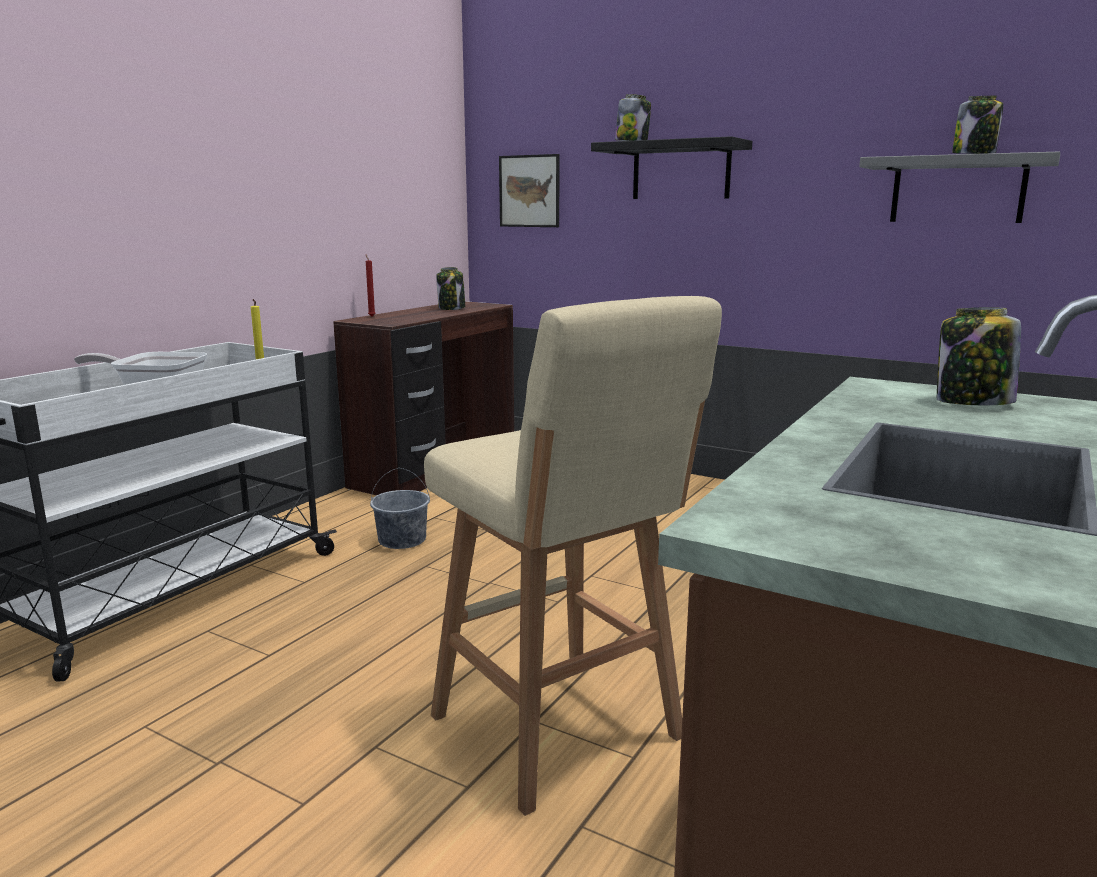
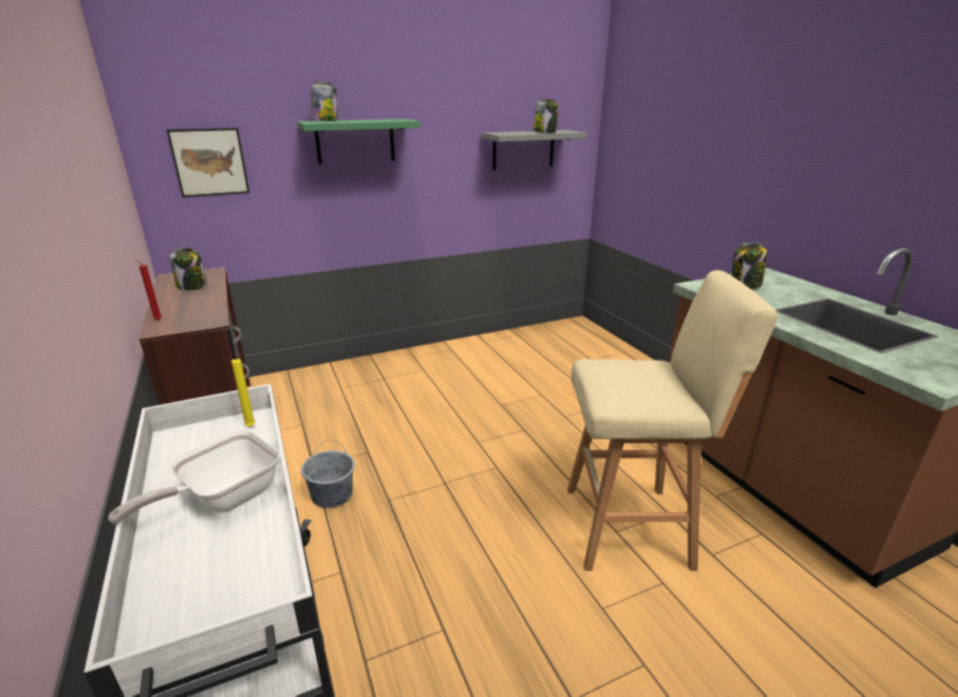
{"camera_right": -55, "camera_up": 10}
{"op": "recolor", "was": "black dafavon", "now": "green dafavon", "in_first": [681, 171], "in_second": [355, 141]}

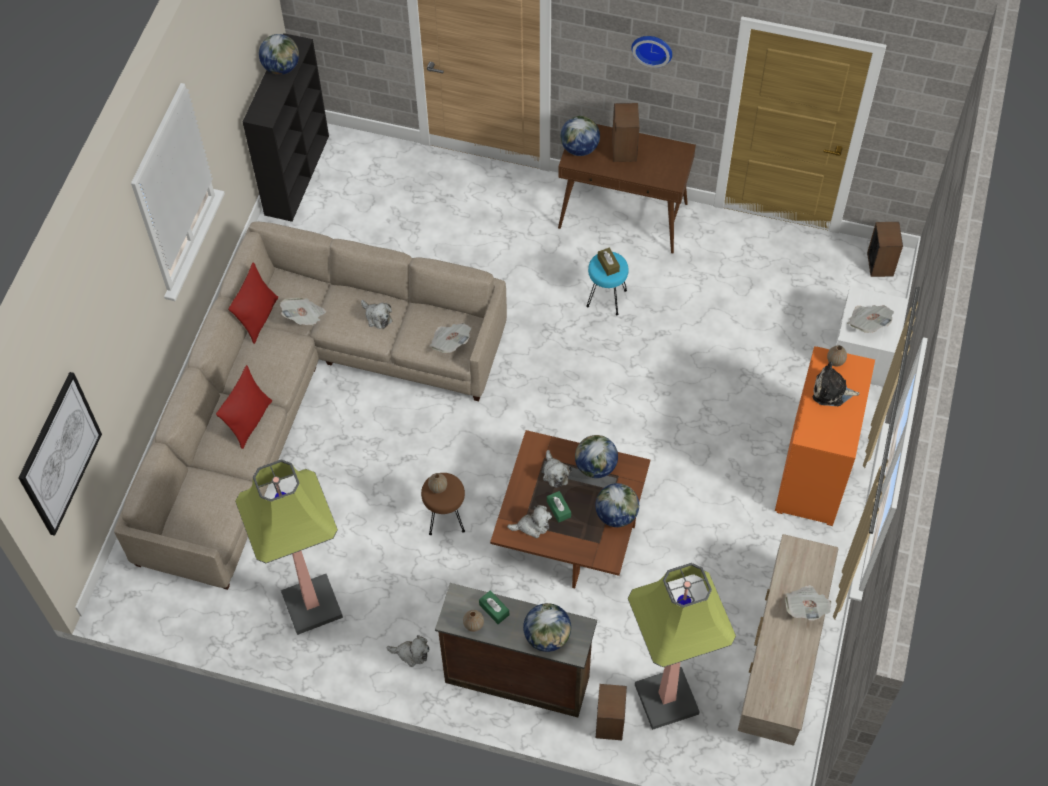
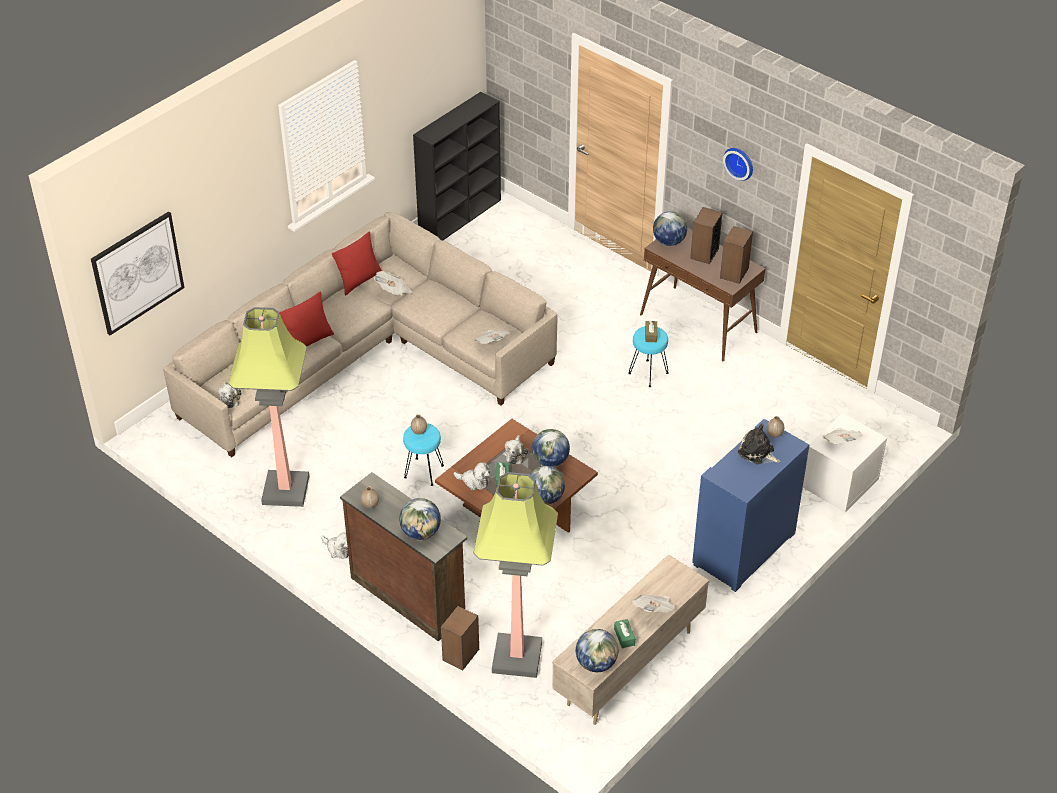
{"camera_right": 25, "camera_up": -15}
{"op": "move", "was": "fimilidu", "in_first": [281, 67], "in_second": [596, 663]}
{"op": "move", "was": "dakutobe", "in_first": [880, 264], "in_second": [734, 273]}
{"op": "move", "was": "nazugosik", "in_first": [377, 317], "in_second": [228, 398]}
{"op": "recolor", "was": "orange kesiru", "now": "blue kesiru", "in_first": [814, 472], "in_second": [744, 549]}
{"op": "recolor", "was": "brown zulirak", "now": "turquoise zulirak", "in_first": [445, 518], "in_second": [423, 472]}
{"op": "move", "was": "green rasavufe", "in_first": [494, 609], "in_second": [624, 637]}

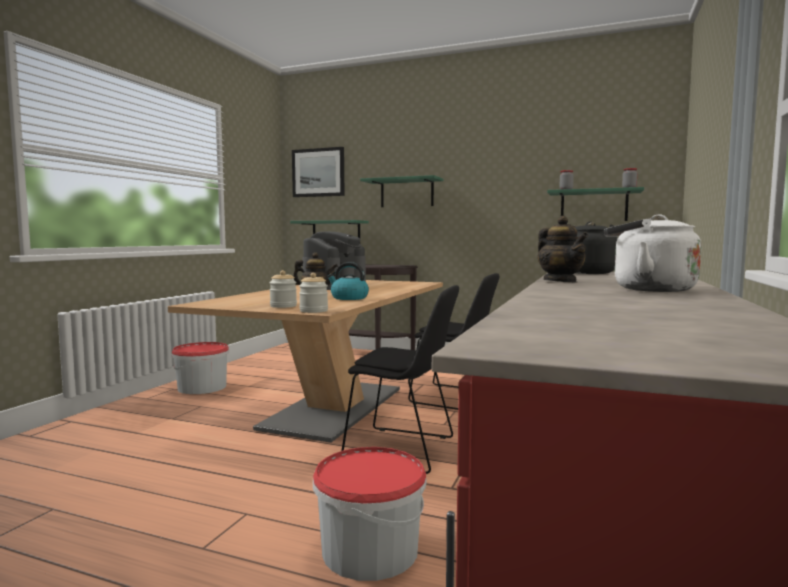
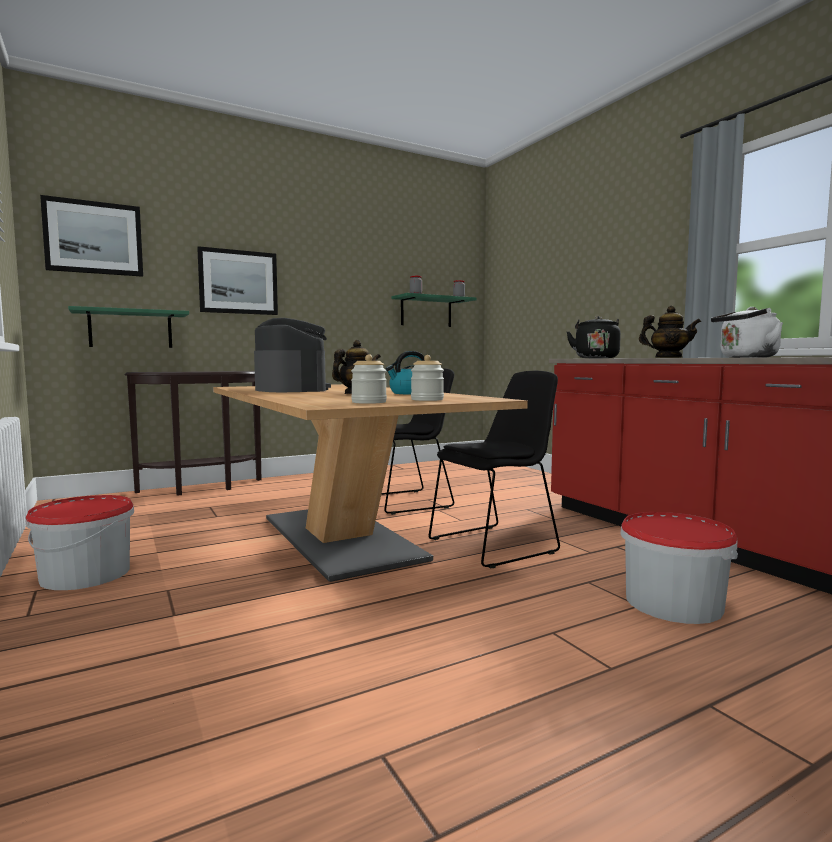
{"camera_right": -50, "camera_up": 0}
{"op": "replace", "was": "green dafavon", "now": "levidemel", "in_first": [407, 193], "in_second": [238, 282]}
{"op": "move", "was": "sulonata", "in_first": [313, 311], "in_second": [369, 402]}

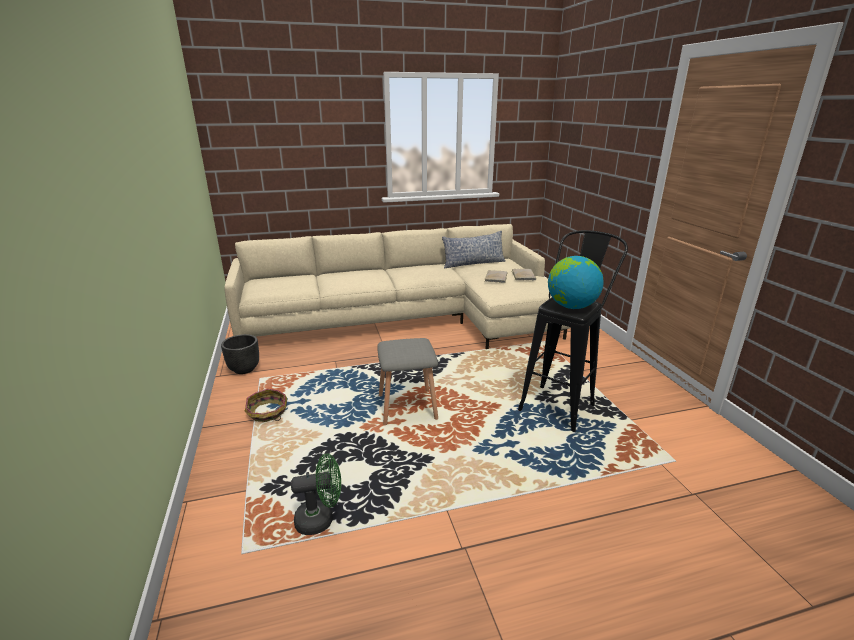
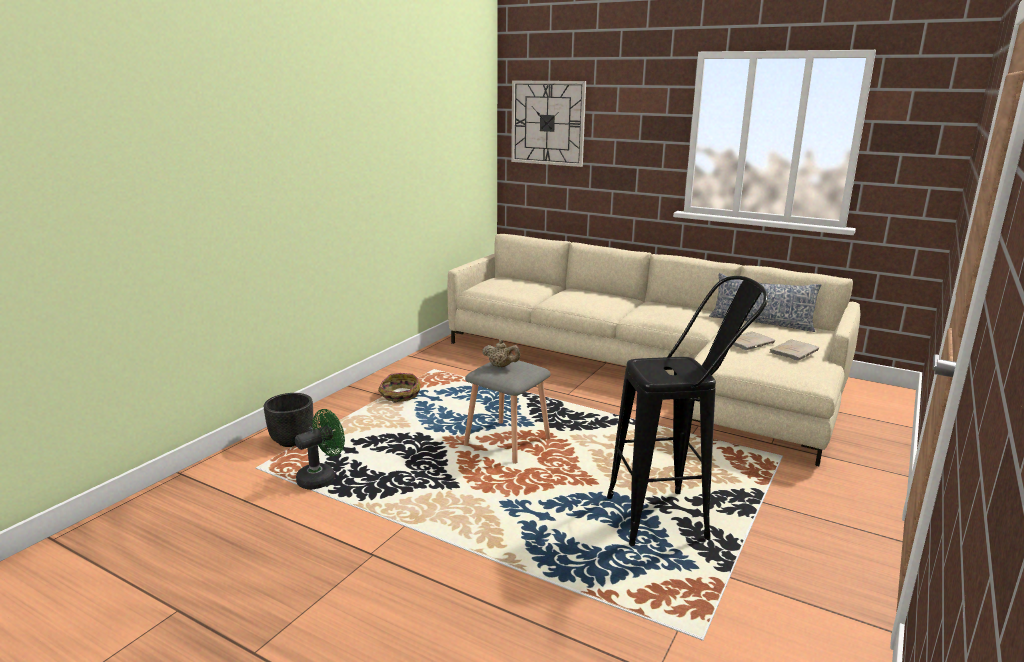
{"camera_right": 45, "camera_up": -5}
{"op": "delete", "was": "fimilidu", "in_first": [571, 306]}
{"op": "move", "was": "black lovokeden", "in_first": [244, 369], "in_second": [292, 440]}
{"op": "rotate", "was": "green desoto", "in_first": [321, 519], "in_second": [322, 477], "clockwise": -75}
{"op": "insert", "now": "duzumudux", "in_second": [548, 123]}
{"op": "insert", "now": "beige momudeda", "in_second": [501, 366]}

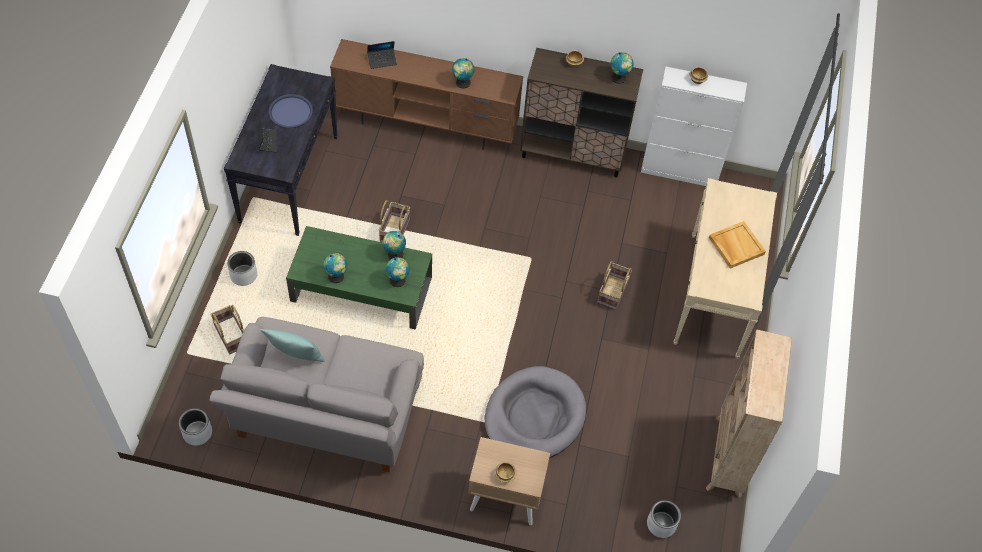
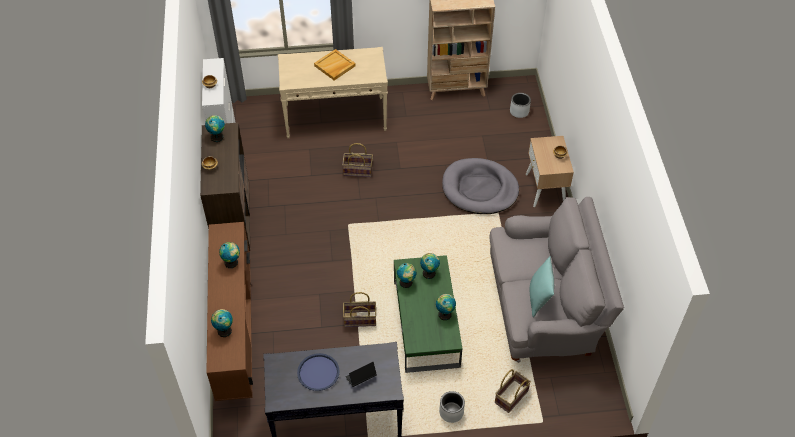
{"camera_right": -105, "camera_up": -5}
{"op": "replace", "was": "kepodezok", "now": "fimilidu", "in_first": [382, 60], "in_second": [224, 330]}
{"op": "delete", "was": "grey lovokeden", "in_first": [197, 433]}

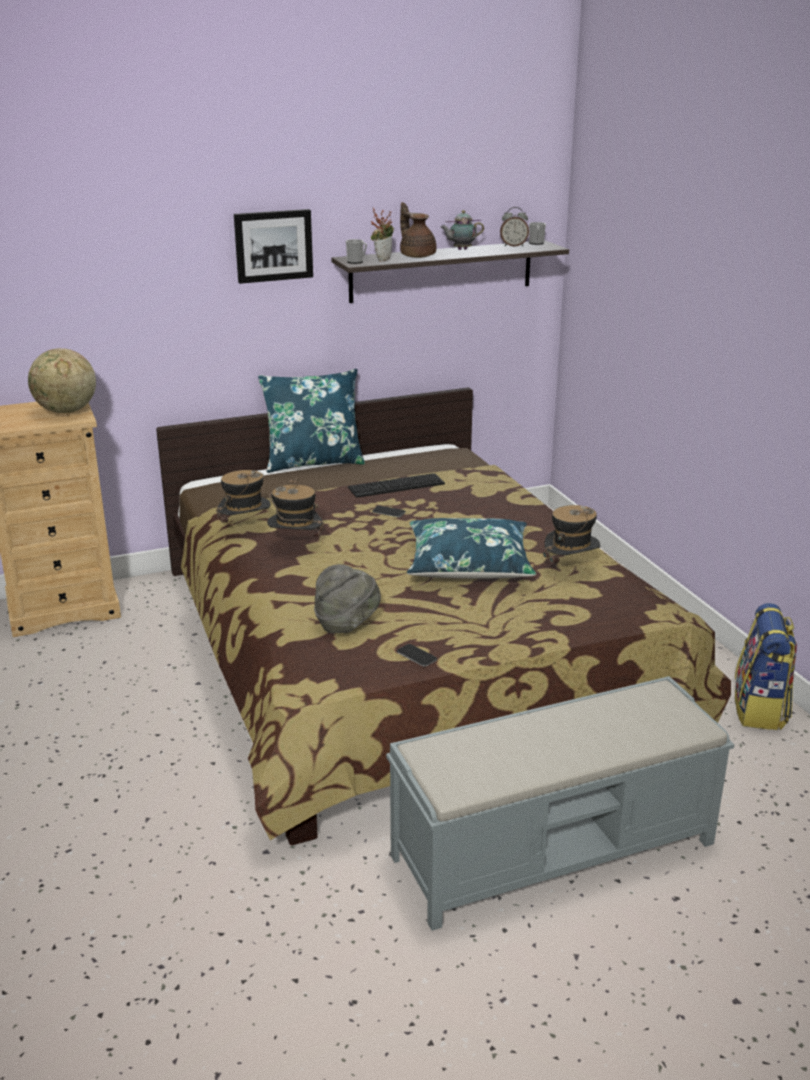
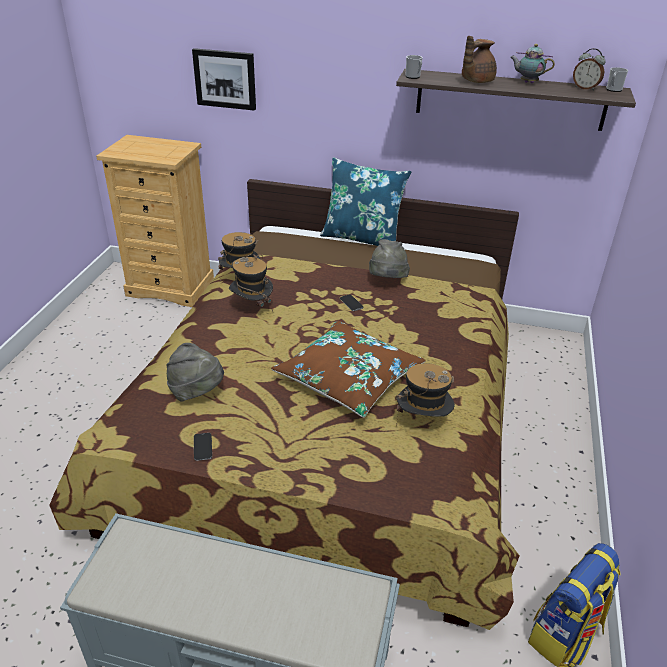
{"camera_right": 35, "camera_up": 10}
{"op": "rotate", "was": "brown momudeda", "in_first": [417, 256], "in_second": [475, 81], "clockwise": -135}
{"op": "delete", "was": "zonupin", "in_first": [382, 259]}
{"op": "move", "was": "levidemel", "in_first": [273, 245], "in_second": [225, 79]}
{"op": "delete", "was": "fimilidu", "in_first": [66, 411]}
{"op": "replace", "was": "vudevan", "now": "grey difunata", "in_first": [396, 485], "in_second": [387, 281]}
{"op": "recolor", "was": "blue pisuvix", "now": "brown pisuvix", "in_first": [469, 564], "in_second": [348, 378]}

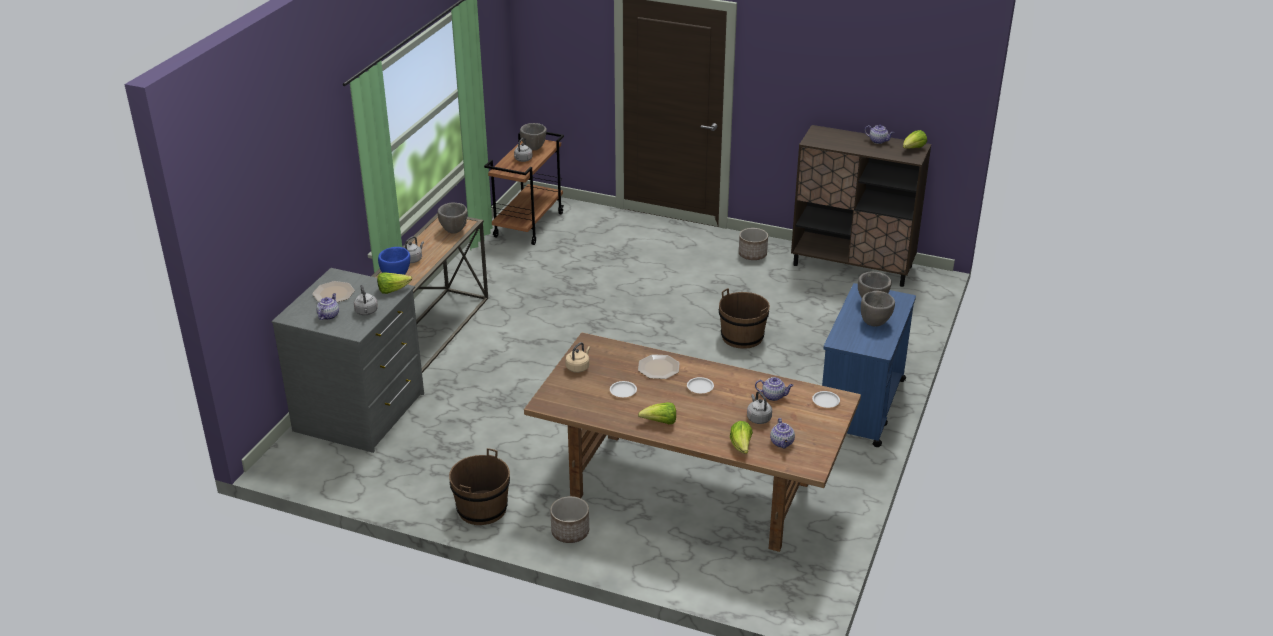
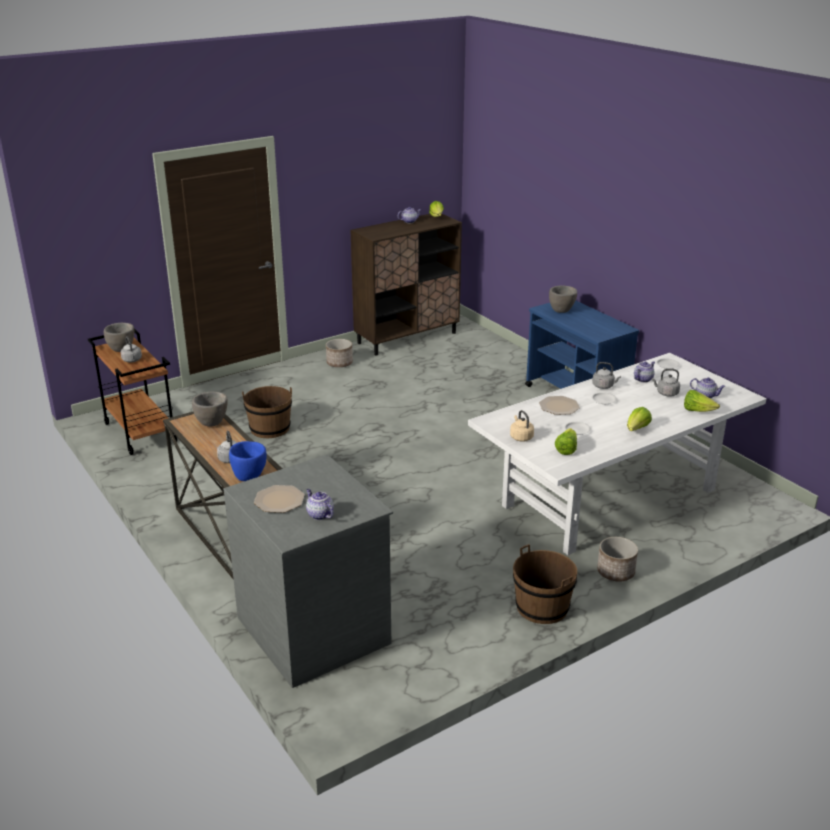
{"camera_right": -55, "camera_up": -5}
{"op": "move", "was": "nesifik", "in_first": [392, 290], "in_second": [566, 449]}
{"op": "move", "was": "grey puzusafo", "in_first": [366, 312], "in_second": [604, 386]}
{"op": "move", "was": "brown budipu", "in_first": [742, 337], "in_second": [270, 428]}
{"op": "delete", "was": "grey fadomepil", "in_first": [875, 322]}
{"op": "recolor", "was": "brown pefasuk", "now": "white pefasuk", "in_first": [692, 490], "in_second": [610, 497]}

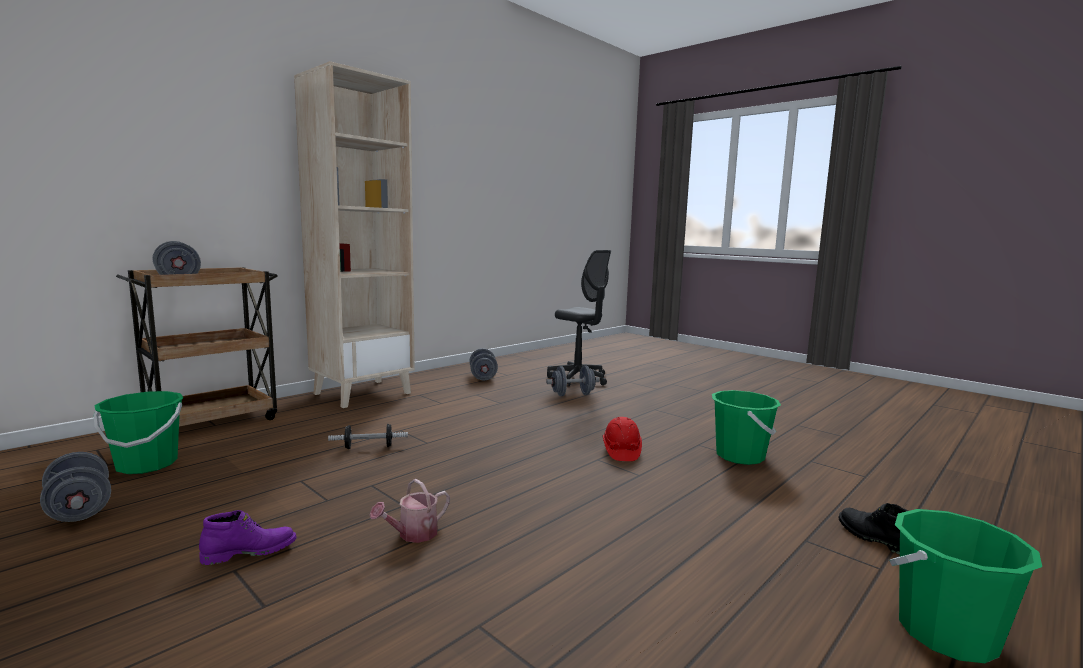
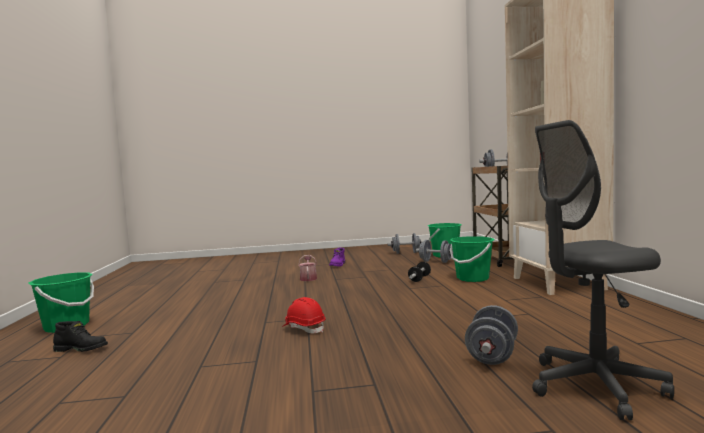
{"camera_right": 130, "camera_up": -5}
{"op": "move", "was": "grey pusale", "in_first": [483, 377], "in_second": [436, 262]}
{"op": "move", "was": "green budipu", "in_first": [740, 456], "in_second": [472, 278]}

